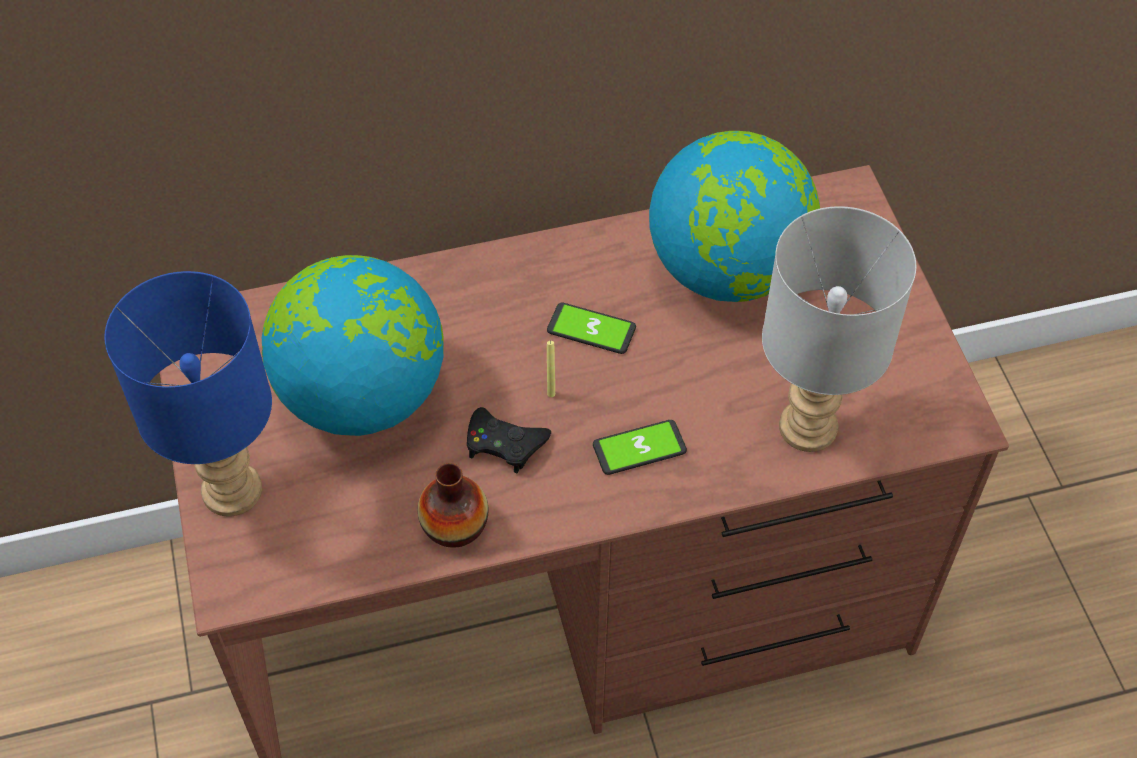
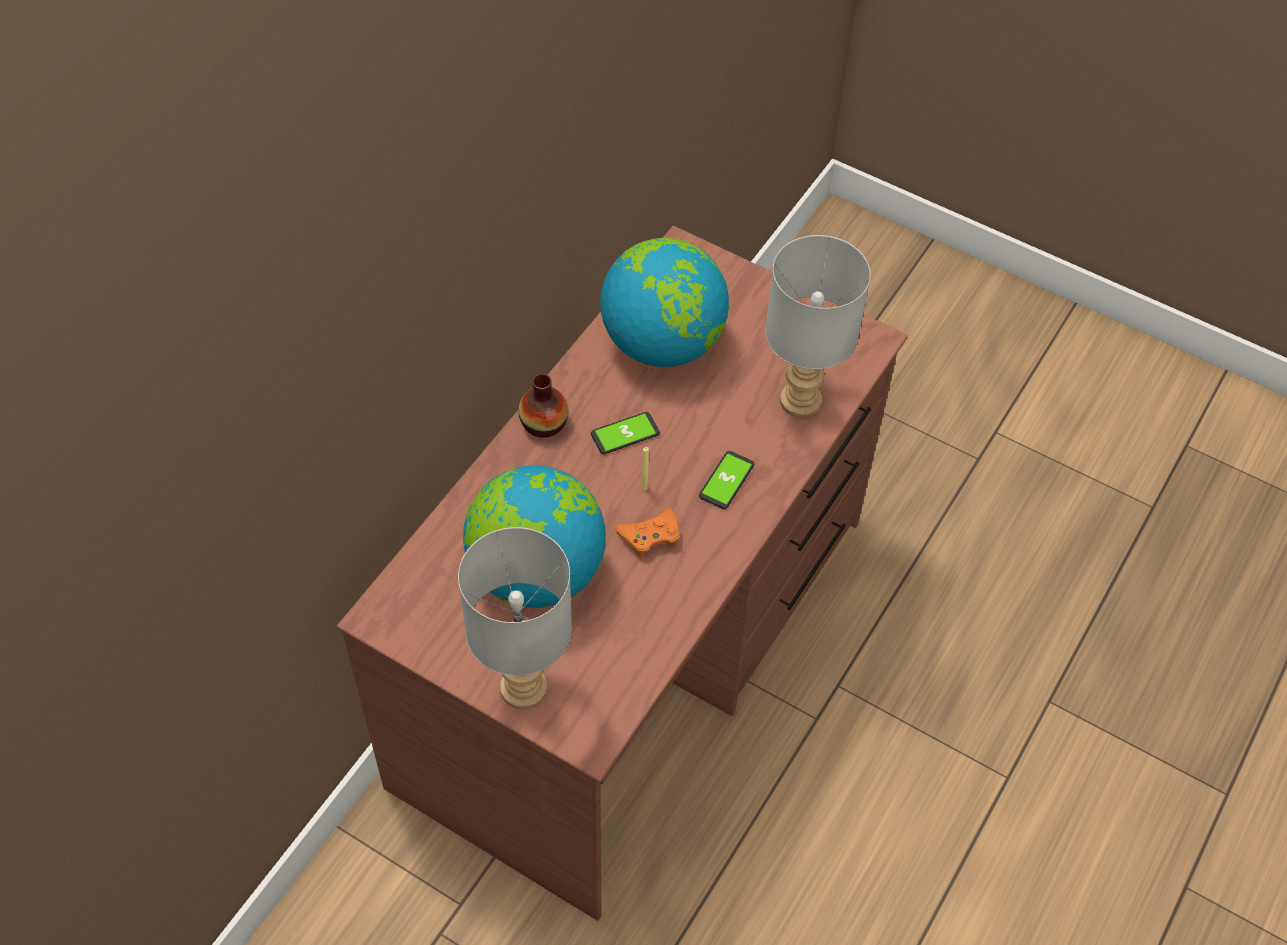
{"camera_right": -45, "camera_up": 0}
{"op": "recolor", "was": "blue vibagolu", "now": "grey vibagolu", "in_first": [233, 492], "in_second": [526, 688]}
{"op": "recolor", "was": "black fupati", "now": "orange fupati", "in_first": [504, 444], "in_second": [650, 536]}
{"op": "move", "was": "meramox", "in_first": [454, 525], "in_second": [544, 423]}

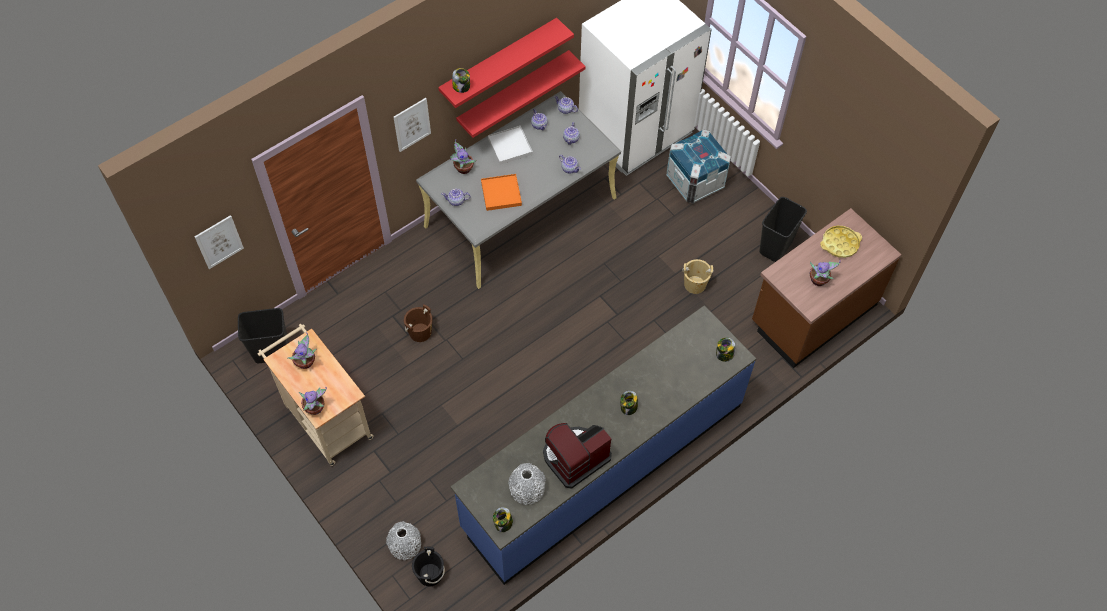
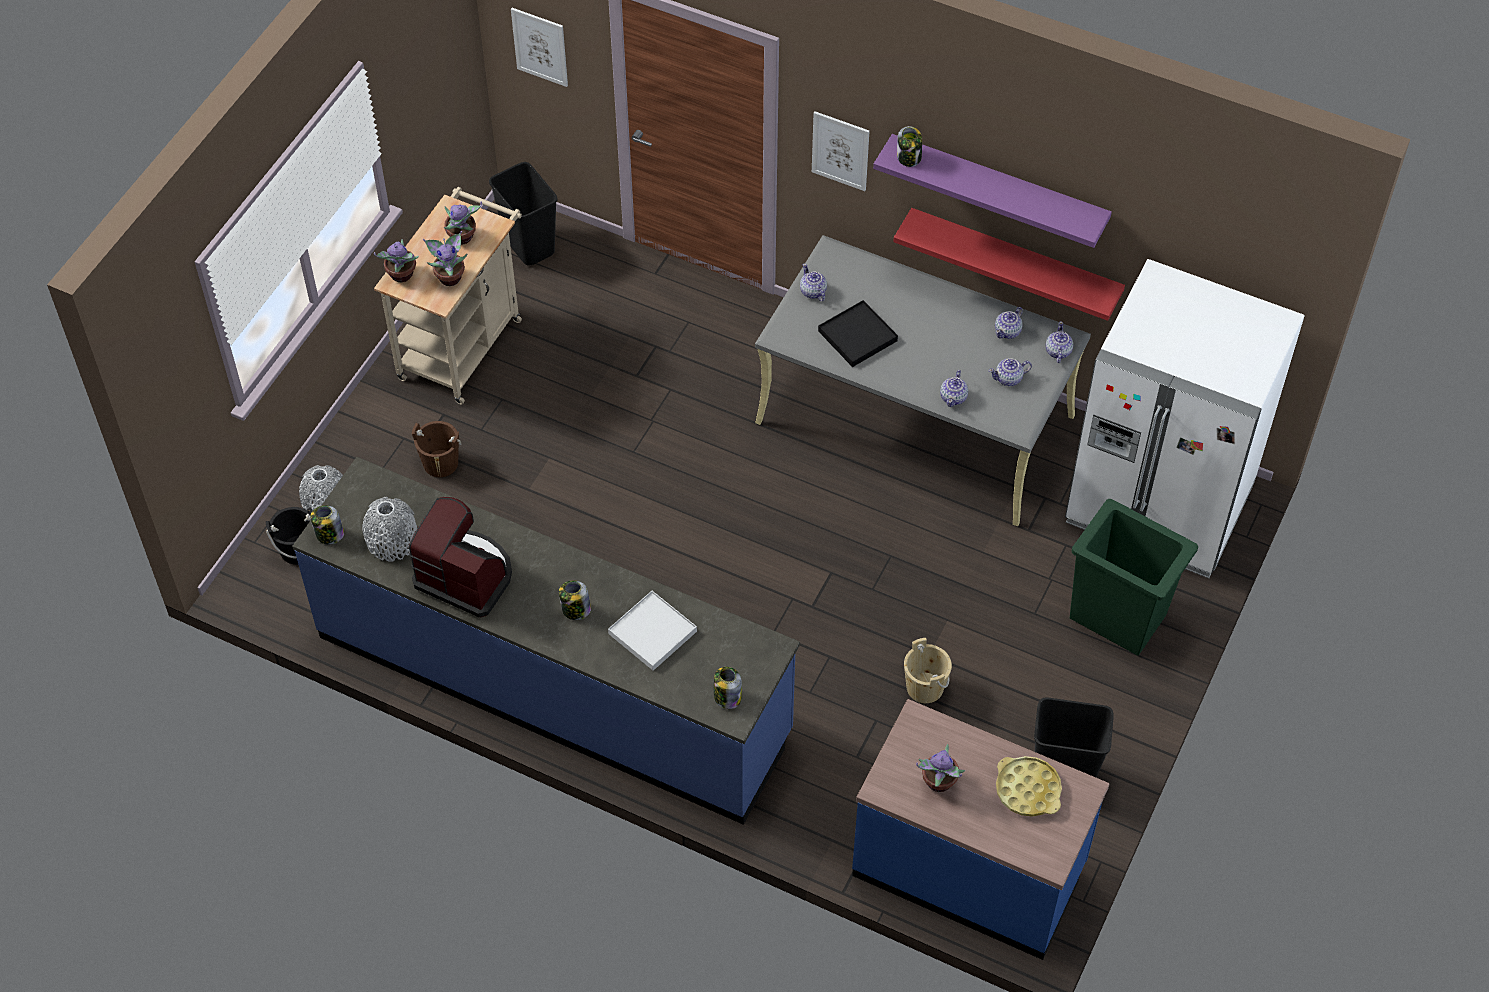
{"camera_right": 65, "camera_up": -5}
{"op": "recolor", "was": "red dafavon", "now": "purple dafavon", "in_first": [498, 60], "in_second": [998, 187]}
{"op": "move", "was": "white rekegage", "in_first": [510, 146], "in_second": [652, 632]}
{"op": "replace", "was": "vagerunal", "now": "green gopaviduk", "in_first": [695, 181], "in_second": [1118, 618]}
{"op": "move", "was": "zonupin", "in_first": [463, 168], "in_second": [450, 276]}
{"op": "recolor", "was": "orange rekegage", "now": "black rekegage", "in_first": [501, 193], "in_second": [858, 336]}
{"op": "recolor", "was": "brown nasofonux", "now": "blue nasofonux", "in_first": [812, 313], "in_second": [969, 869]}
{"op": "move", "was": "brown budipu", "in_first": [420, 332], "in_second": [440, 463]}

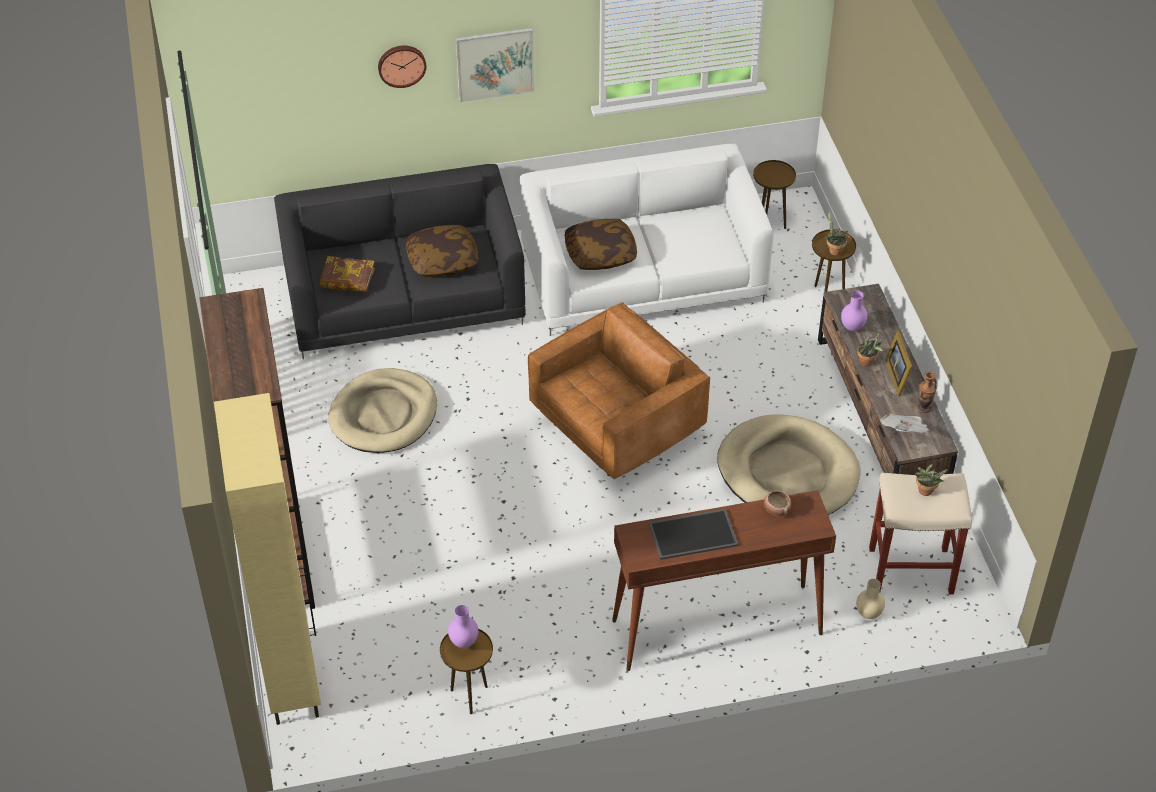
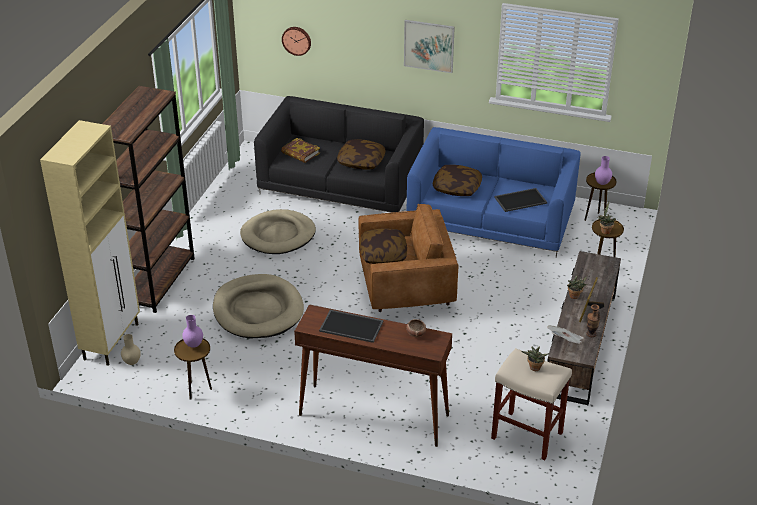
{"camera_right": 30, "camera_up": -10}
{"op": "move", "was": "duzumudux", "in_first": [401, 65], "in_second": [297, 40]}
{"op": "recolor", "was": "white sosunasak", "now": "blue sosunasak", "in_first": [643, 275], "in_second": [491, 219]}
{"op": "move", "was": "purple meramox", "in_first": [852, 328], "in_second": [602, 183]}
{"op": "move", "was": "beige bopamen", "in_first": [787, 472], "in_second": [258, 310]}
{"op": "move", "was": "beige meramox", "in_first": [868, 614], "in_second": [131, 363]}
{"op": "insert", "now": "rekegage", "in_second": [520, 200]}
{"op": "insert", "now": "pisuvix", "in_second": [383, 254]}

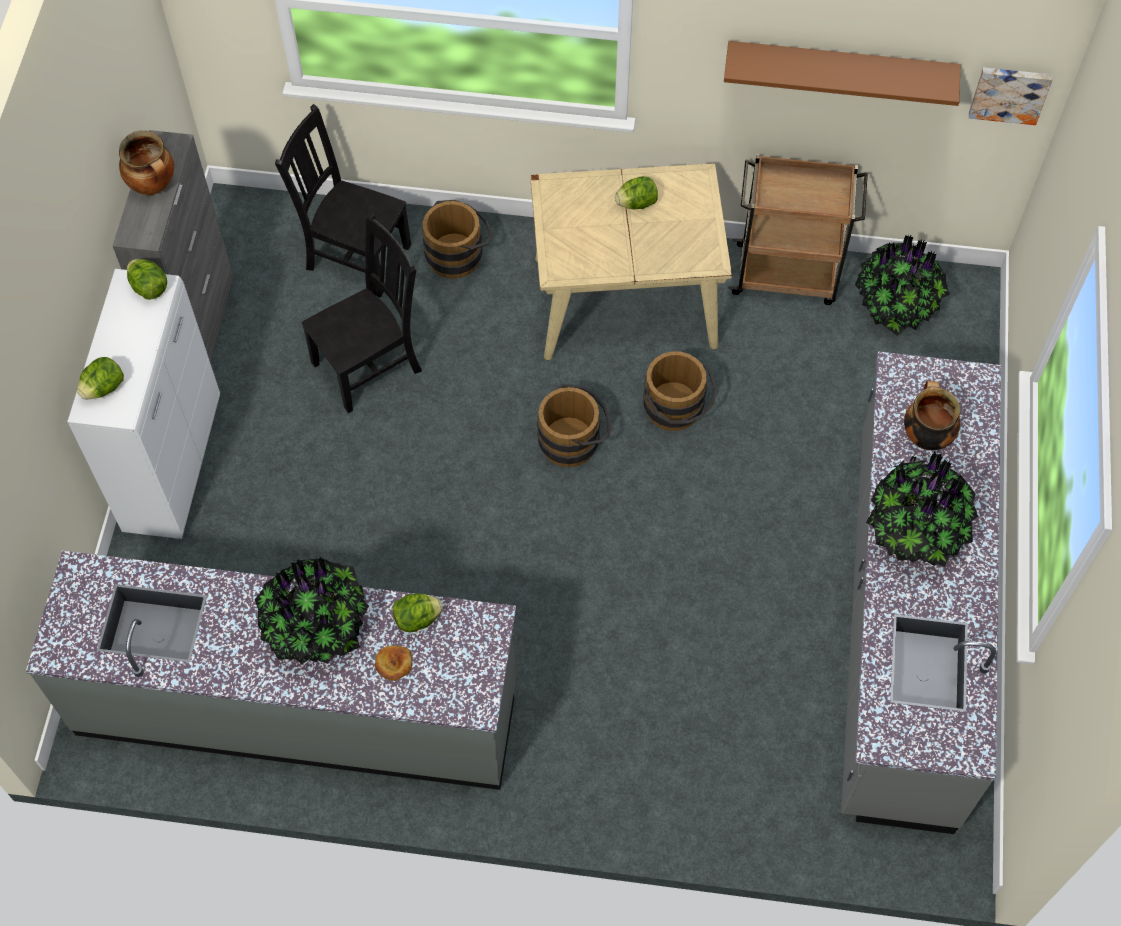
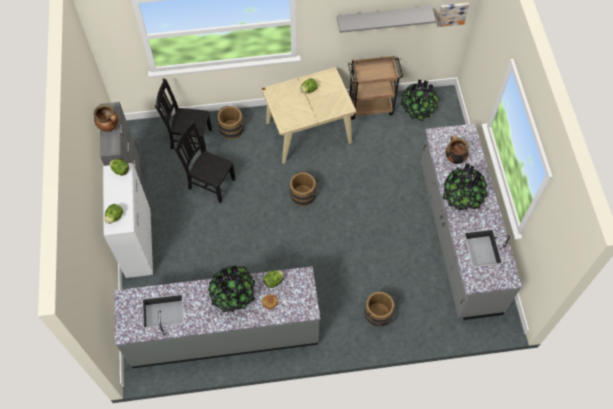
{"camera_right": -15, "camera_up": 0}
{"op": "recolor", "was": "brown dafavon", "now": "grey dafavon", "in_first": [840, 68], "in_second": [383, 17]}
{"op": "rotate", "was": "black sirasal", "in_first": [370, 365], "in_second": [210, 183], "clockwise": -105}
{"op": "move", "was": "brown budipu", "in_first": [676, 411], "in_second": [380, 316]}

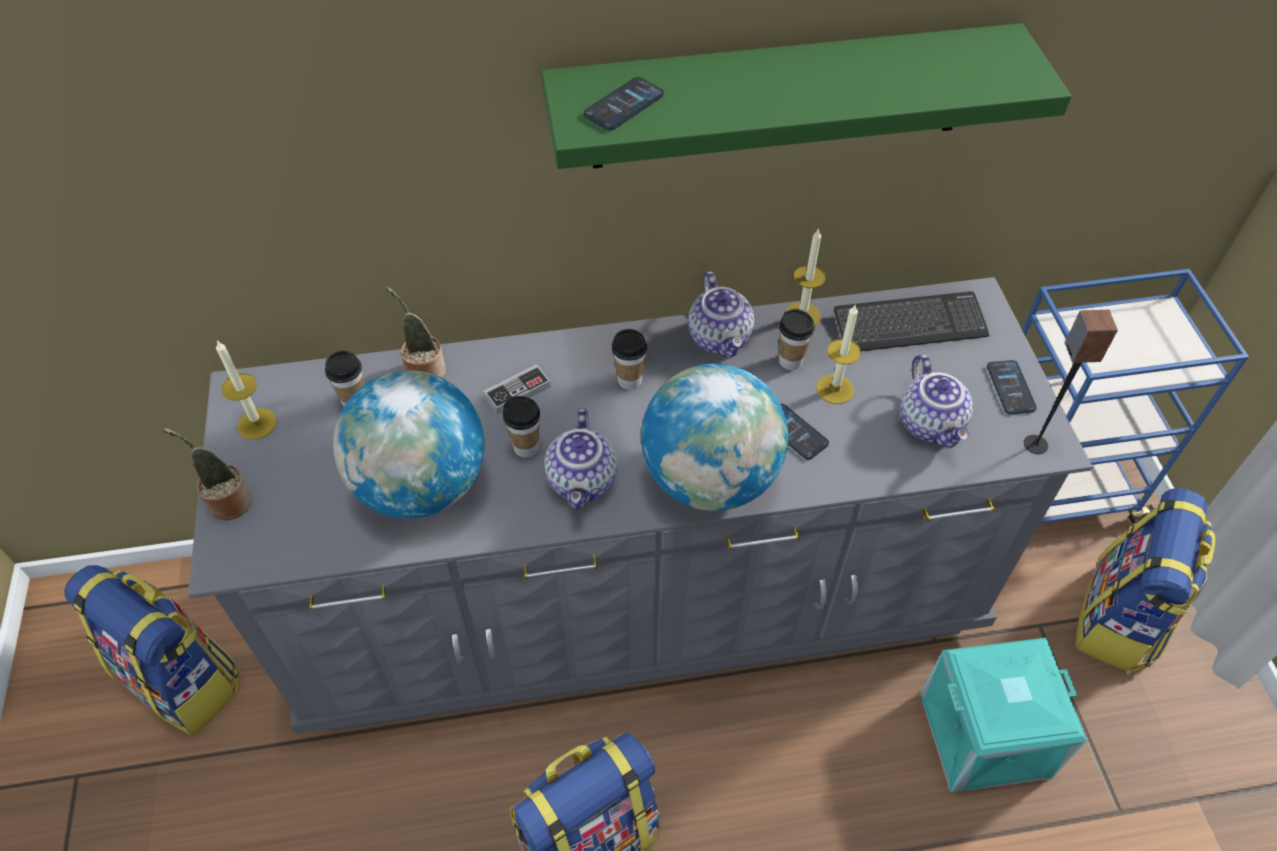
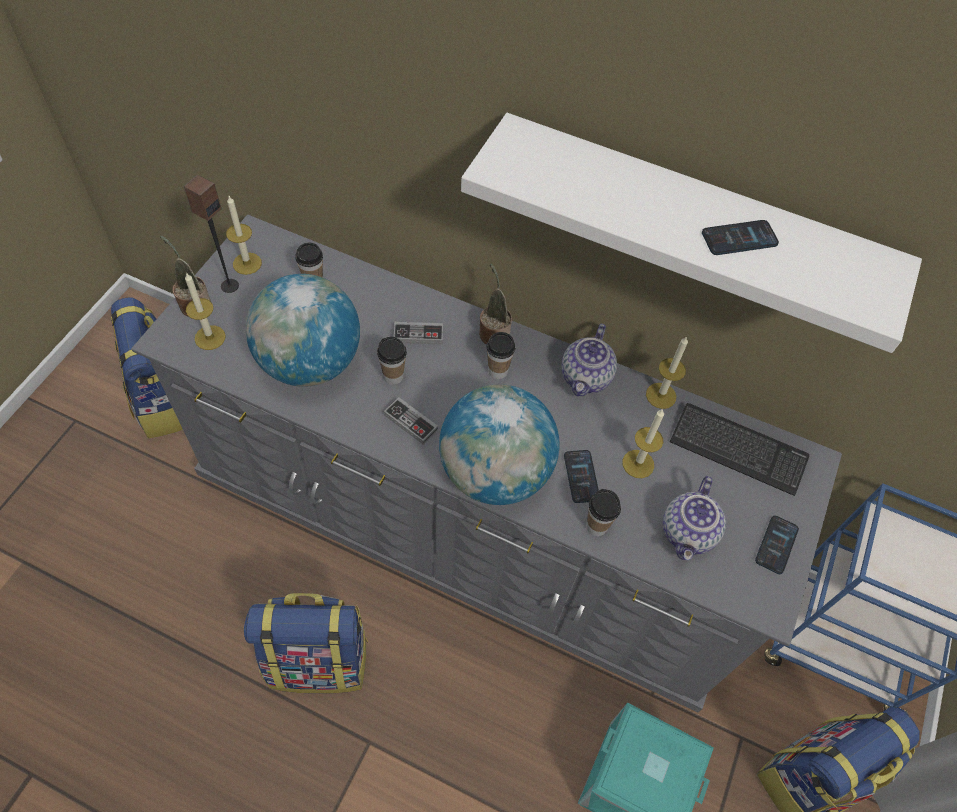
{"camera_right": 30, "camera_up": 5}
{"op": "recolor", "was": "green dafavon", "now": "white dafavon", "in_first": [780, 98], "in_second": [690, 220]}
{"op": "move", "was": "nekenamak", "in_first": [624, 105], "in_second": [739, 238]}
{"op": "move", "was": "zonupin", "in_first": [424, 370], "in_second": [493, 332]}
{"op": "move", "was": "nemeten", "in_first": [790, 361], "in_second": [596, 526]}
{"op": "move", "was": "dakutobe", "in_first": [1035, 444], "in_second": [229, 285]}
{"op": "replace", "was": "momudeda", "now": "fupati", "in_first": [584, 481], "in_second": [410, 422]}
{"op": "insert", "now": "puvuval", "in_second": [210, 337]}

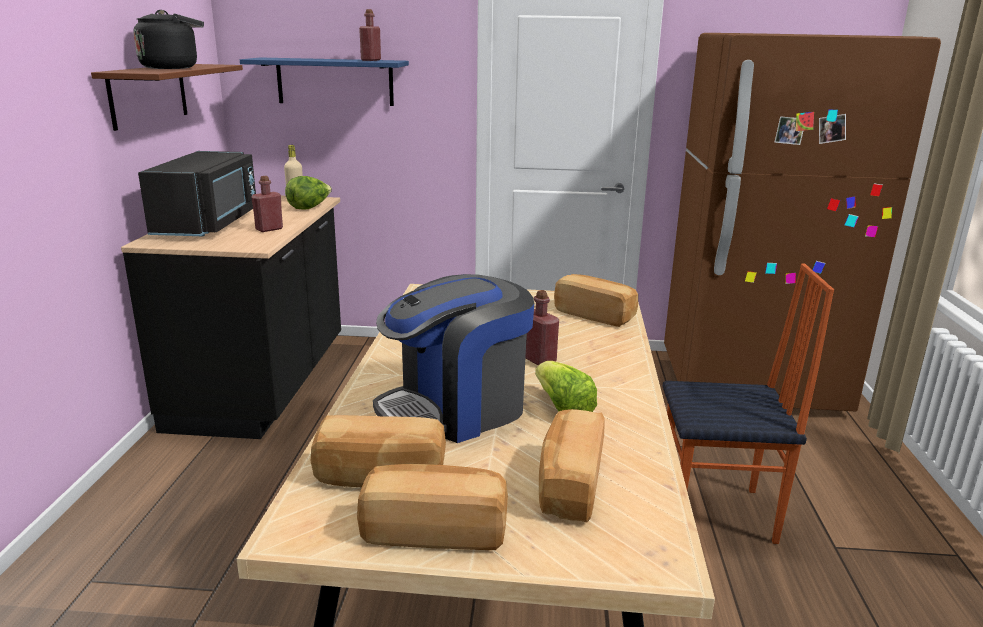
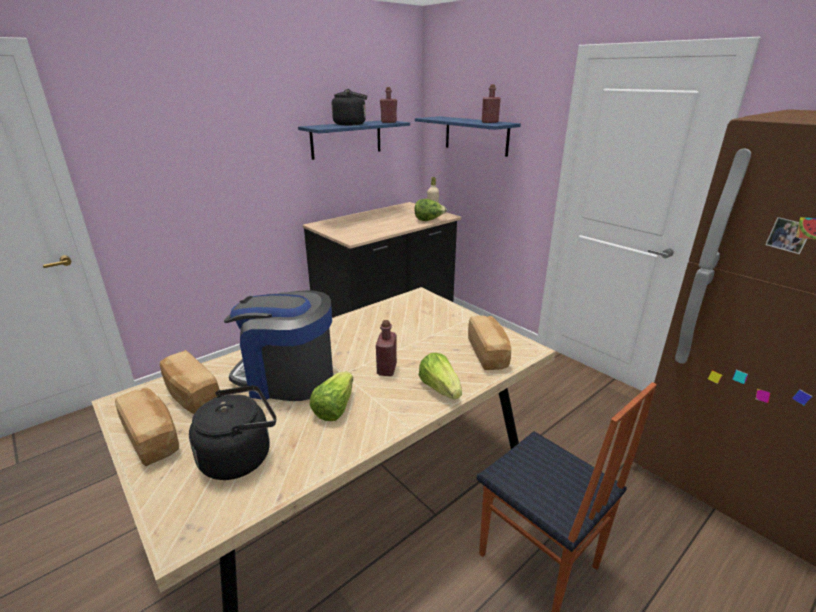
{"camera_right": 45, "camera_up": 5}
{"op": "recolor", "was": "brown dafavon", "now": "blue dafavon", "in_first": [149, 95], "in_second": [346, 139]}
{"op": "delete", "was": "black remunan", "in_first": [209, 224]}
{"op": "move", "was": "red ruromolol", "in_first": [269, 229], "in_second": [388, 122]}
{"op": "replace", "was": "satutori", "now": "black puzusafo", "in_first": [568, 485], "in_second": [240, 456]}
{"op": "insert", "now": "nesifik", "in_second": [440, 389]}

